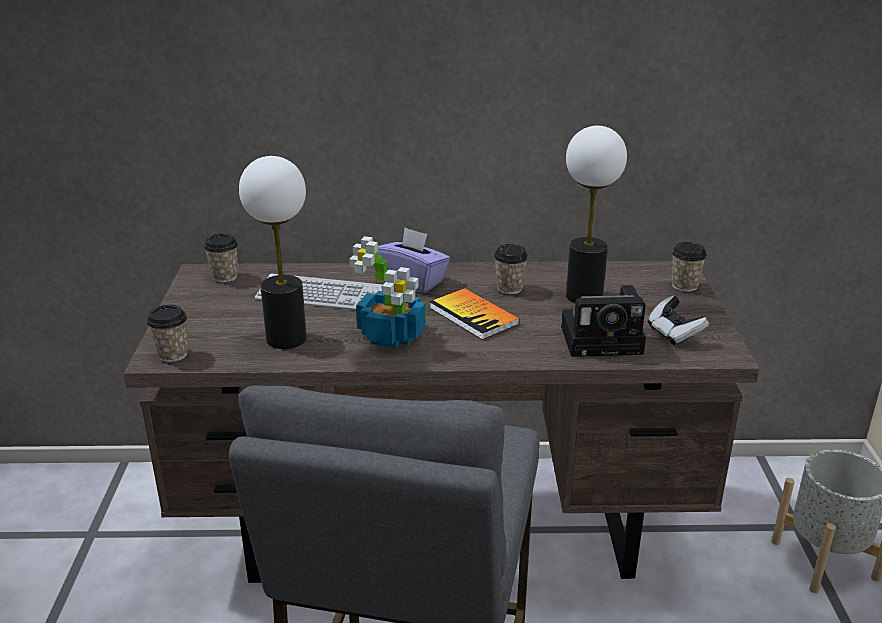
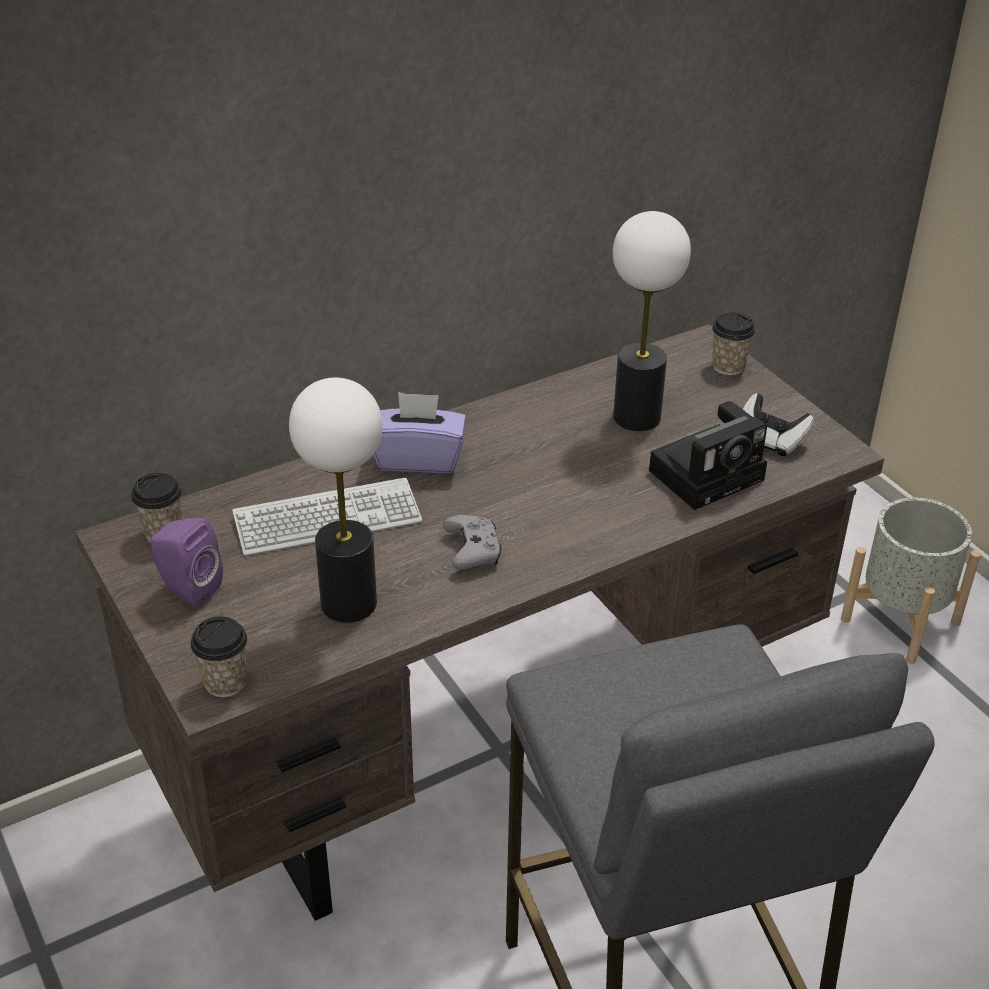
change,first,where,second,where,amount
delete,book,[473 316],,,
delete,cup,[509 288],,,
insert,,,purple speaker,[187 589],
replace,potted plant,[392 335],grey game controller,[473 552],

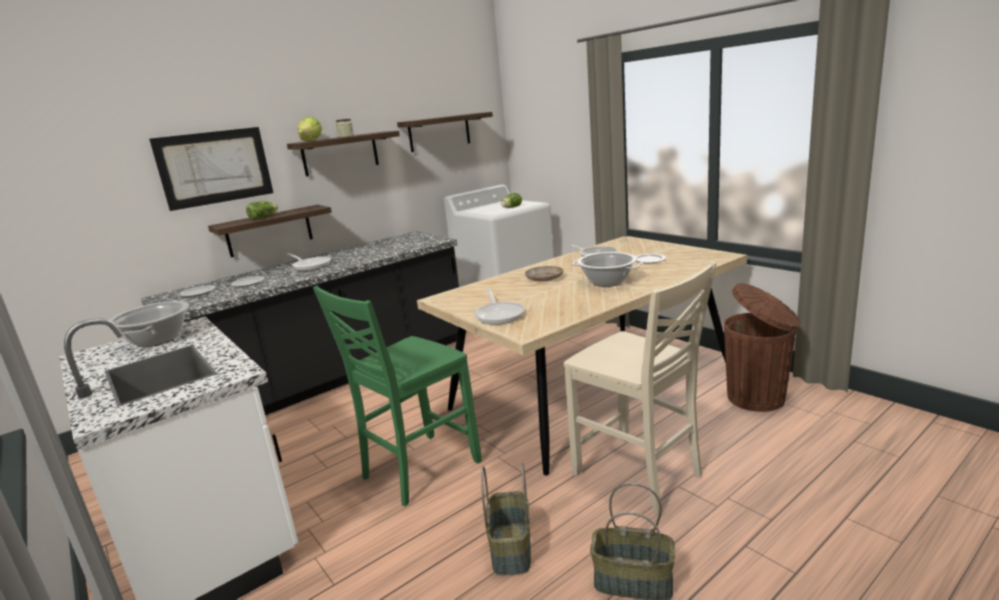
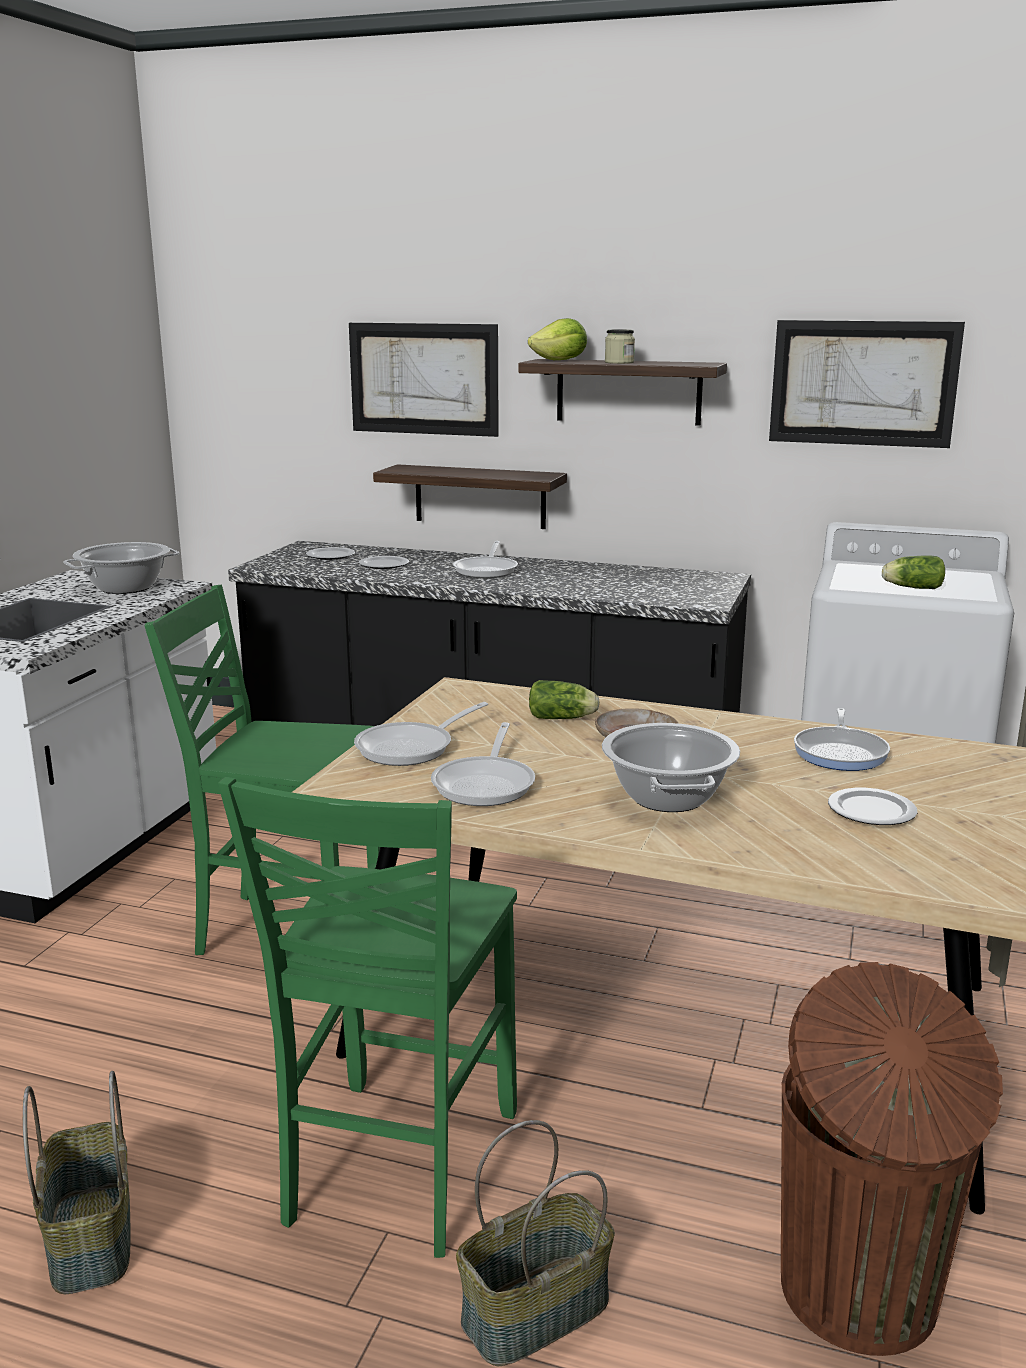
change,first,where,second,where,amount
insert,,,frying pan,[486 784],
move,lettuce,[264 217],,[563 718],
move,basket,[512 549],,[535 1314],
replace,shelf,[439 132],picture,[863 383],
recolor,beige chair,[639 475],green chair,[396 1168],

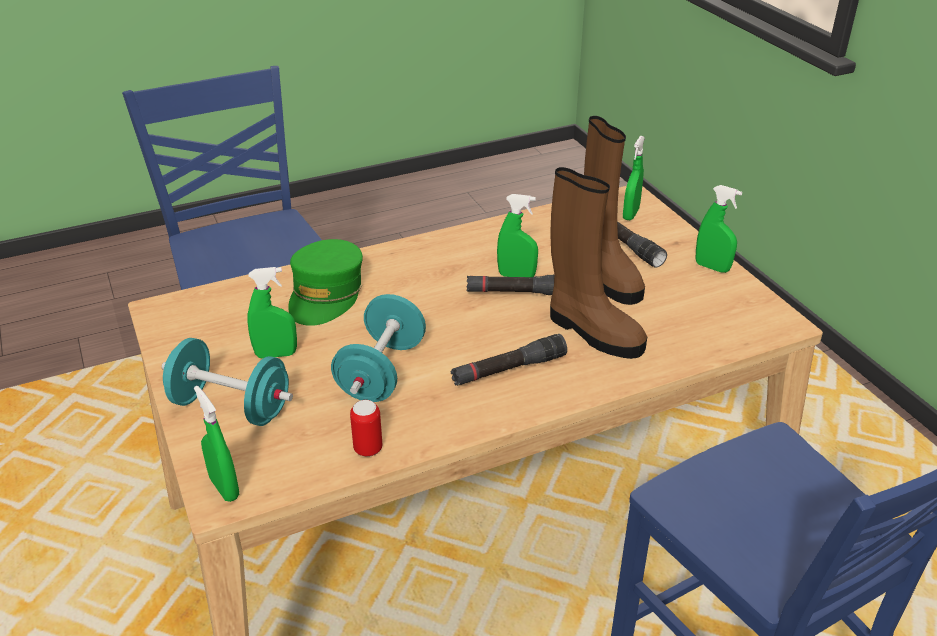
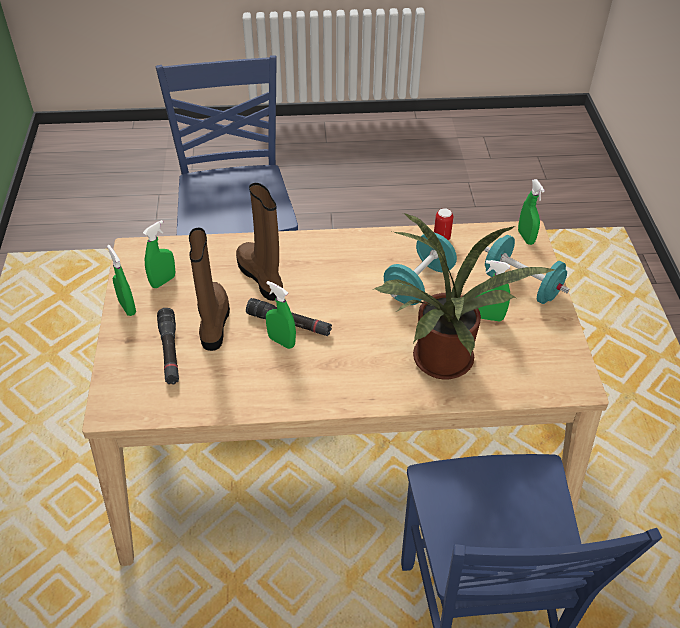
change,first,where,second,where,amount
delete,black flashlight,[508 369],,,
move,green spray bottle,[630 214],,[163 281],
replace,green cap,[326 294],potted plant,[441 364],

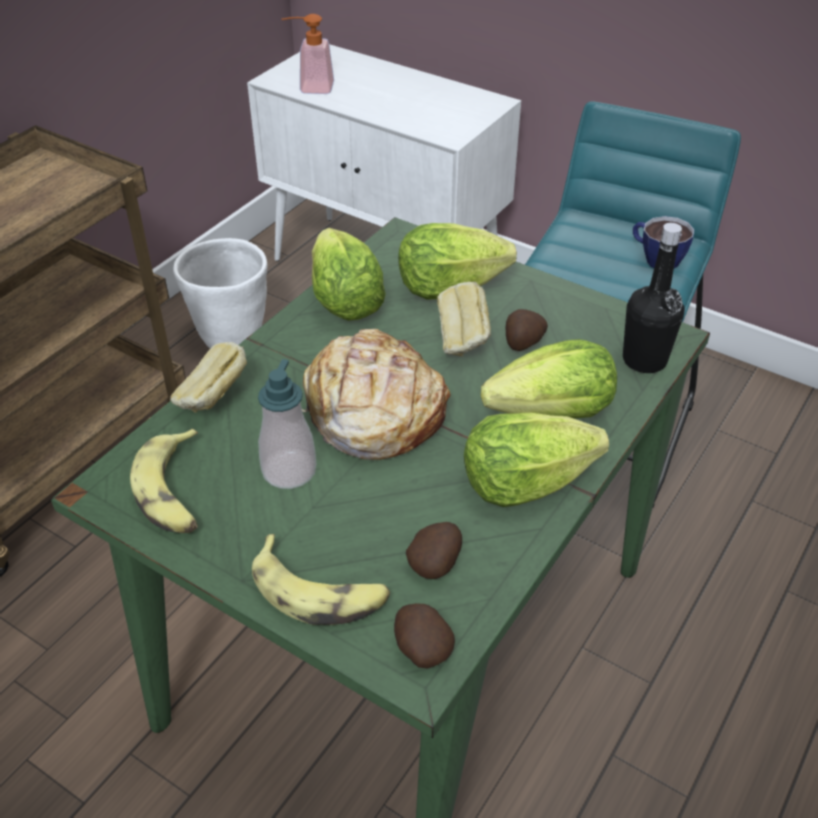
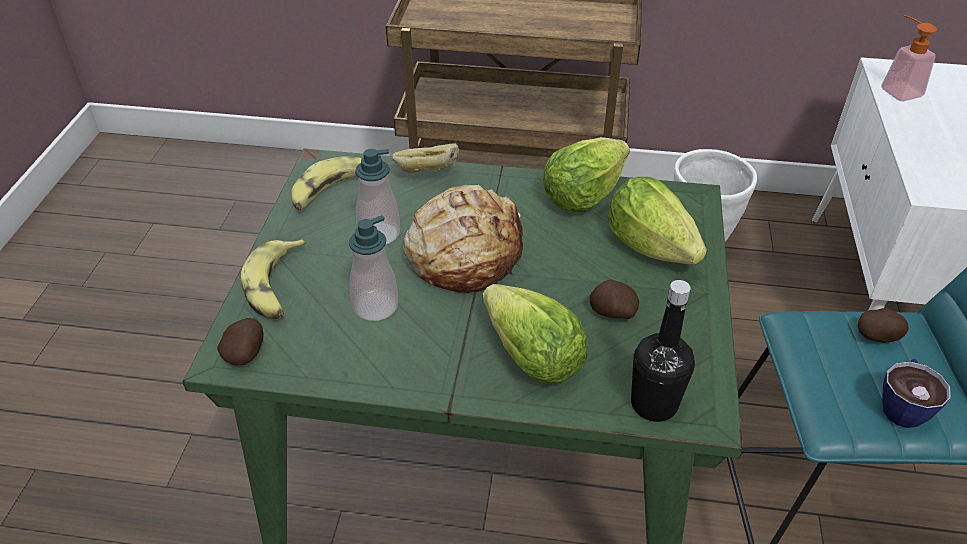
change,first,where,second,where,amount
delete,bread,[462 341],,,
delete,lettuce,[524 483],,,
insert,,,soap dispenser,[375 306],
move,potato,[436 563],,[877 337],

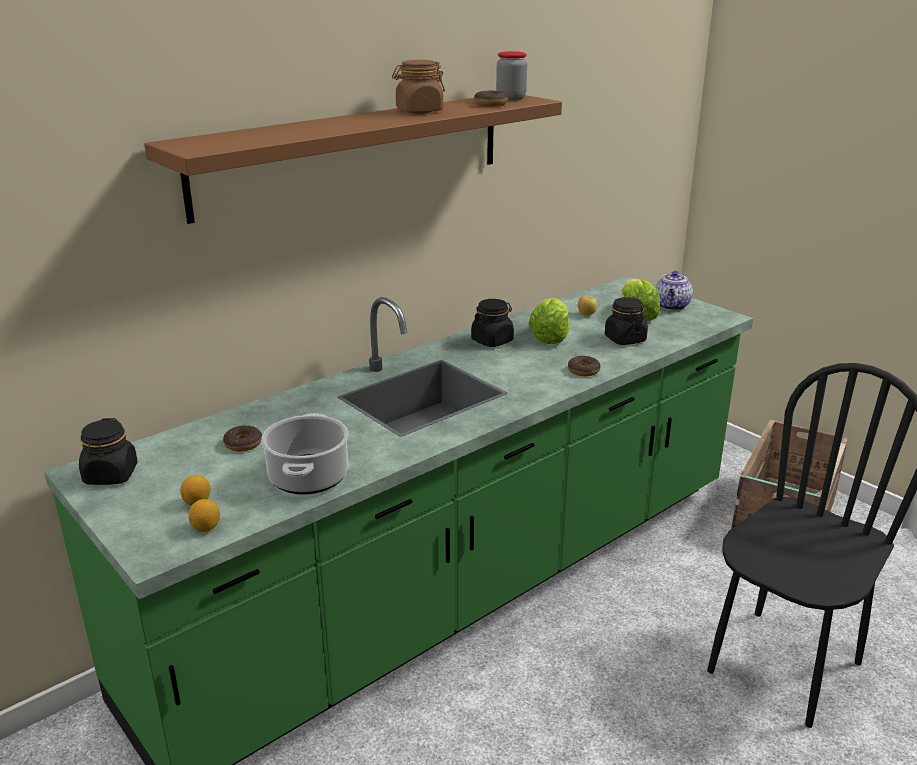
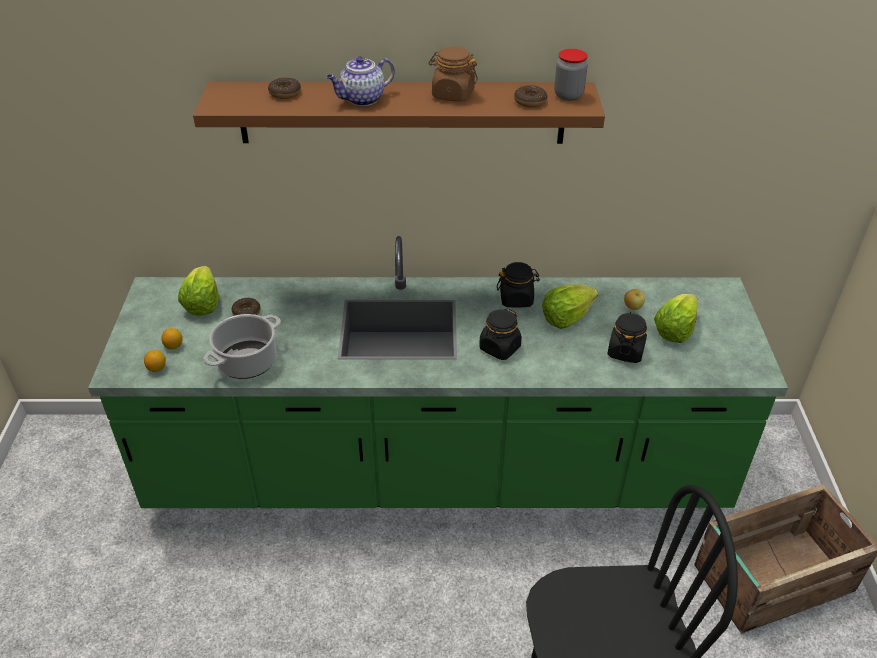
change,first,where,second,where,amount
insert,,,lettuce,[203 304],
move,black jar,[111 475],,[499 348],
move,donut,[583 371],,[285 93],
move,teapot,[672 306],,[362 99],

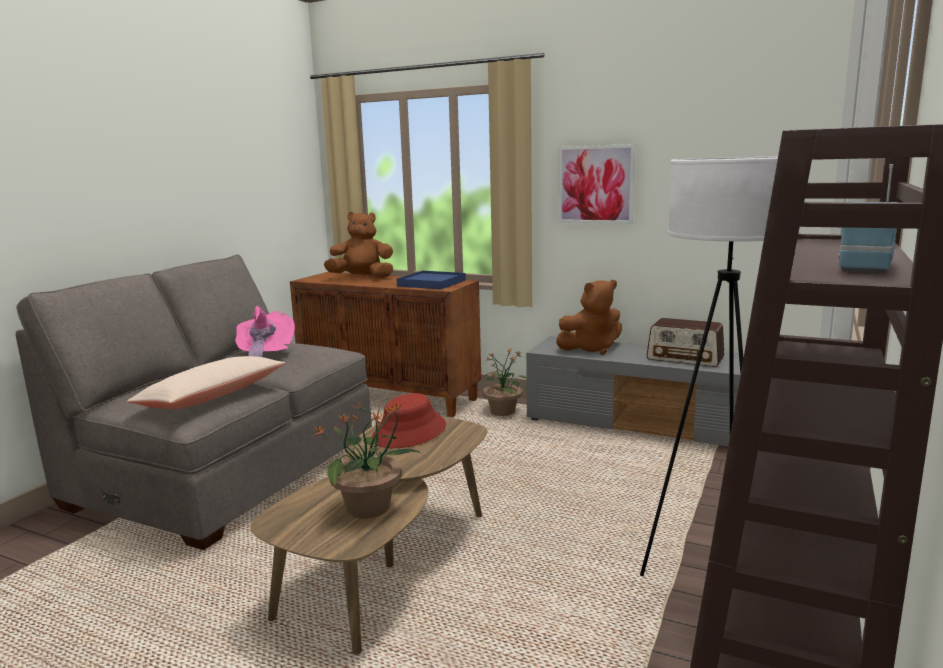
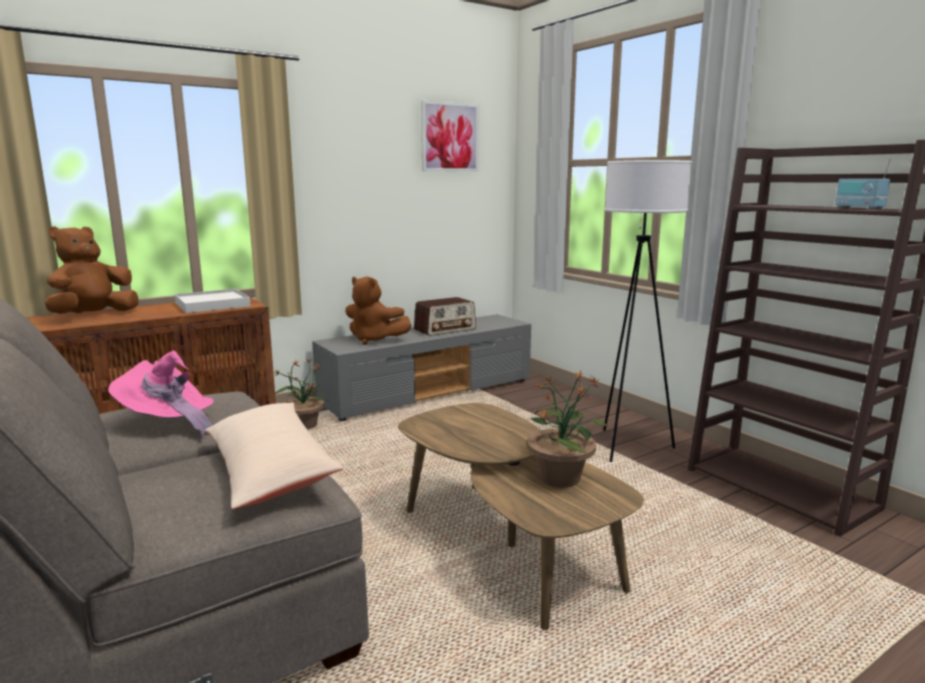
change,first,where,second,where,amount
delete,red hat,[409 432],,,
move,picture,[596 184],,[449 137],
recolor,blue tray,[432 283],white tray,[212 304],
rotate,brown plush toy,[591 349],,[374 340],105 degrees clockwise

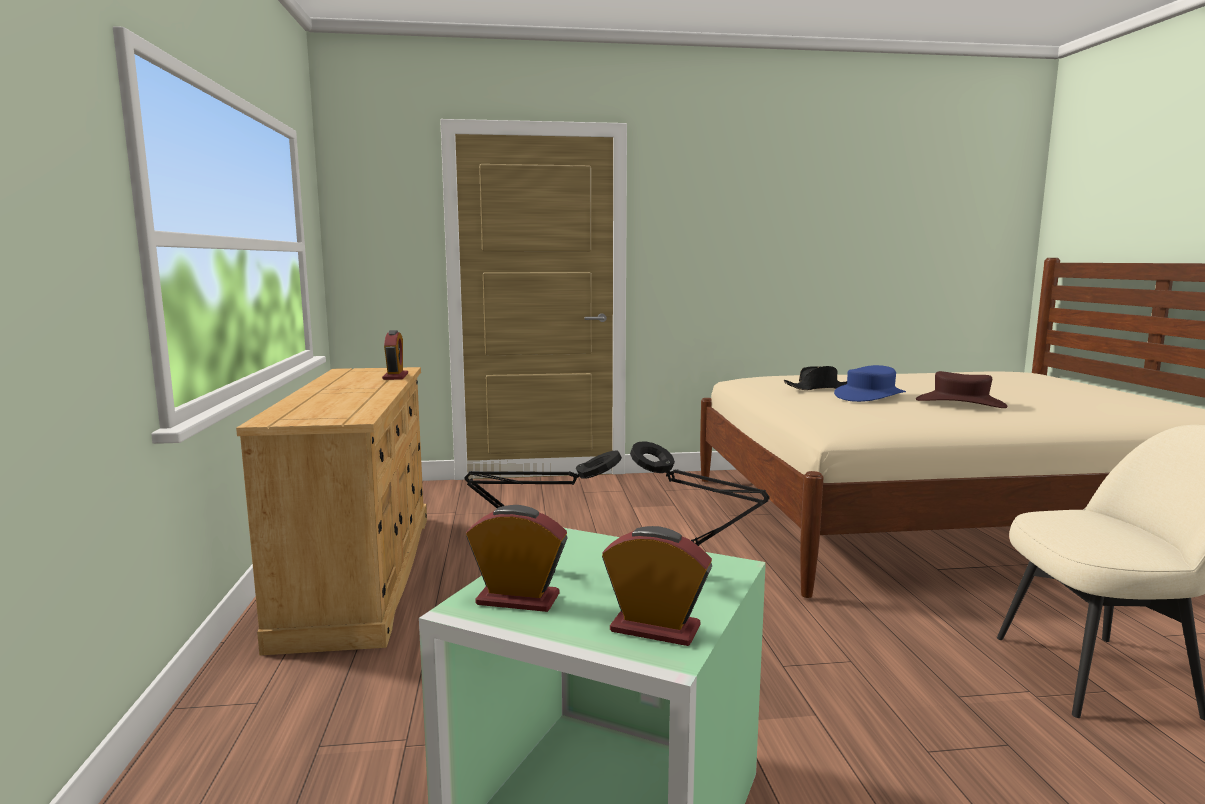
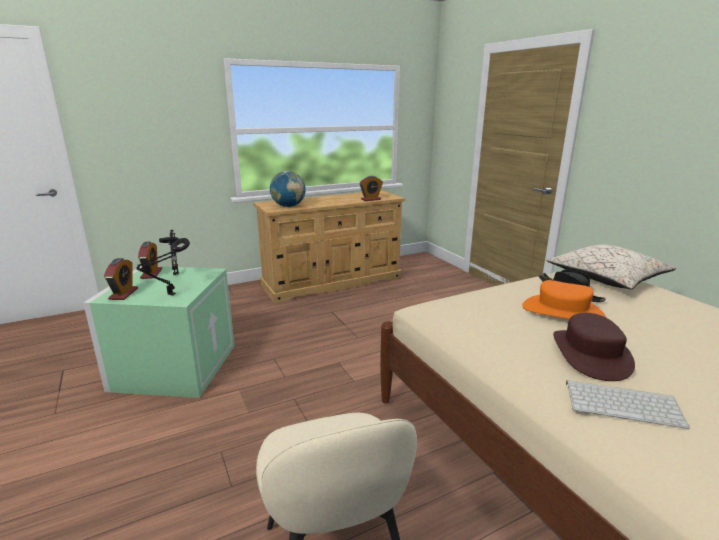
change,first,where,second,where,amount
insert,,,globe,[288 206],
insert,,,beige pillow,[607 278],
insert,,,keyboard,[624 403],
recolor,blue hat,[870 396],orange hat,[562 312],

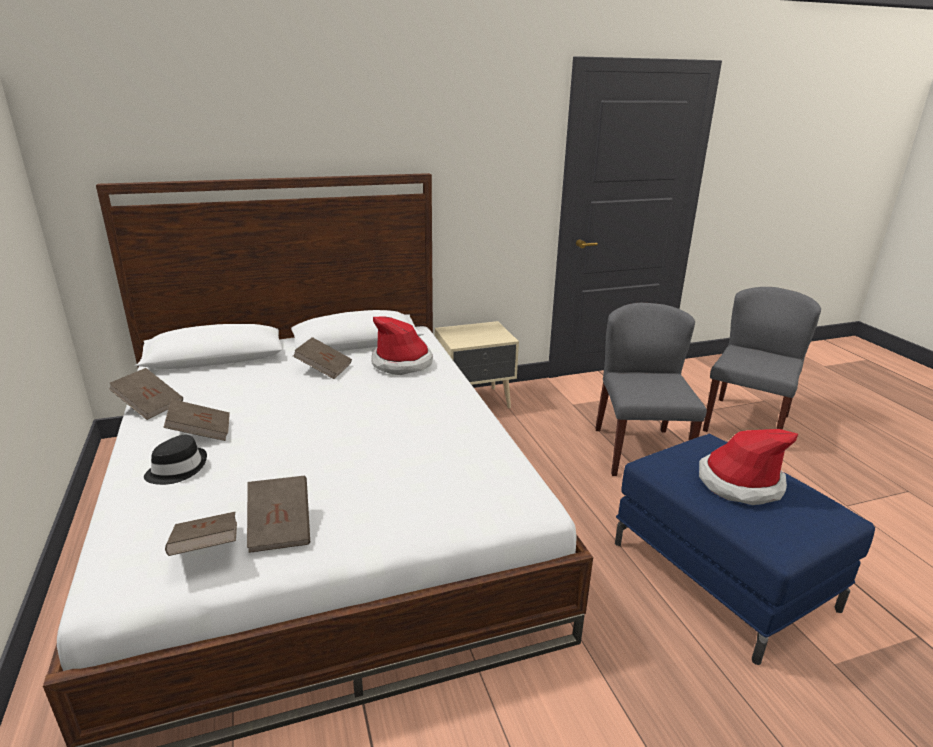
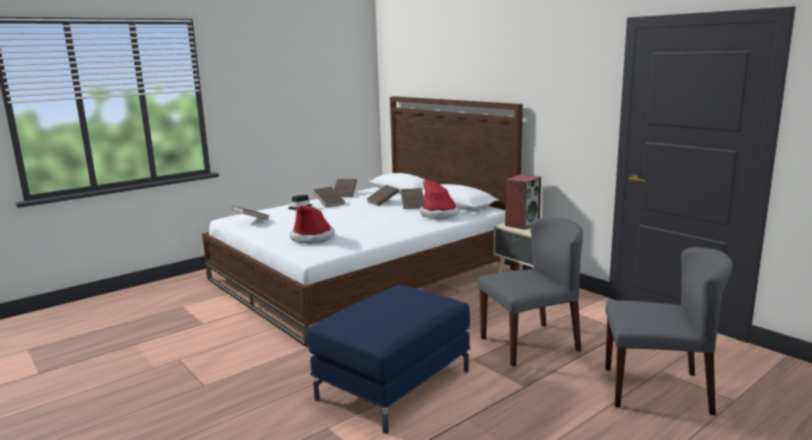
change,first,where,second,where,amount
insert,,,speaker,[522 224],
move,brown book,[280 528],,[383 202],
move,hat,[739 483],,[312 238],

